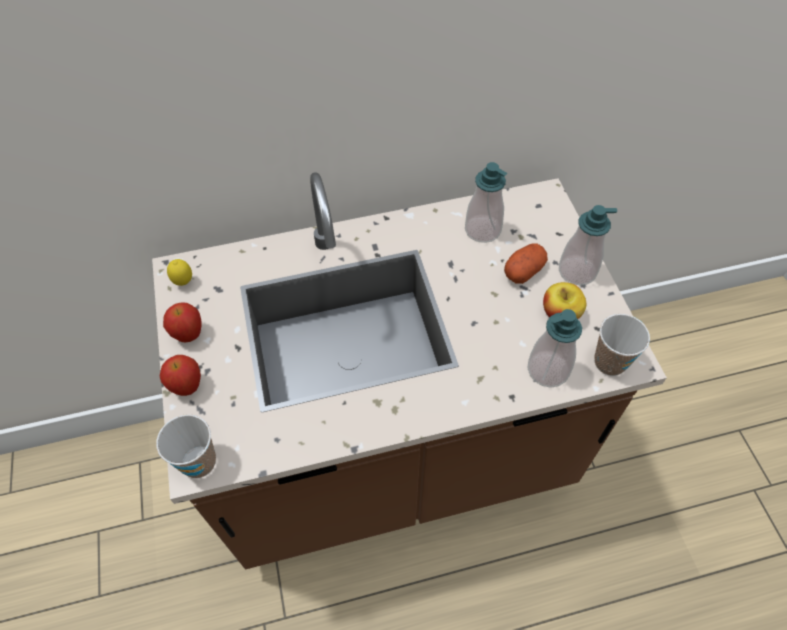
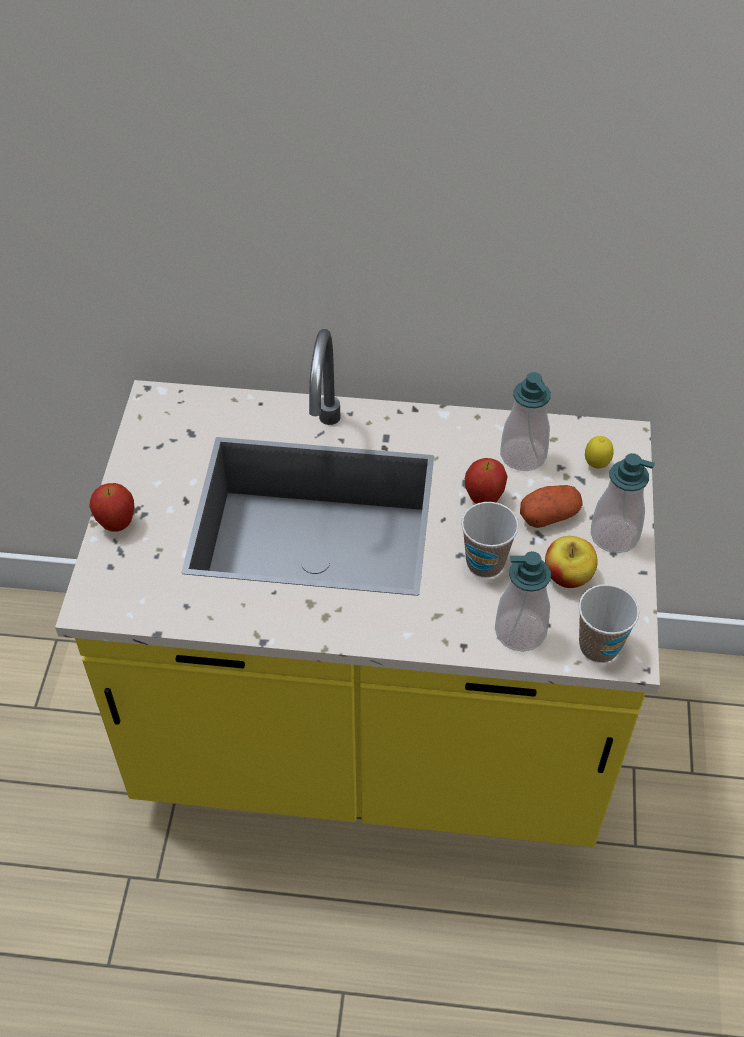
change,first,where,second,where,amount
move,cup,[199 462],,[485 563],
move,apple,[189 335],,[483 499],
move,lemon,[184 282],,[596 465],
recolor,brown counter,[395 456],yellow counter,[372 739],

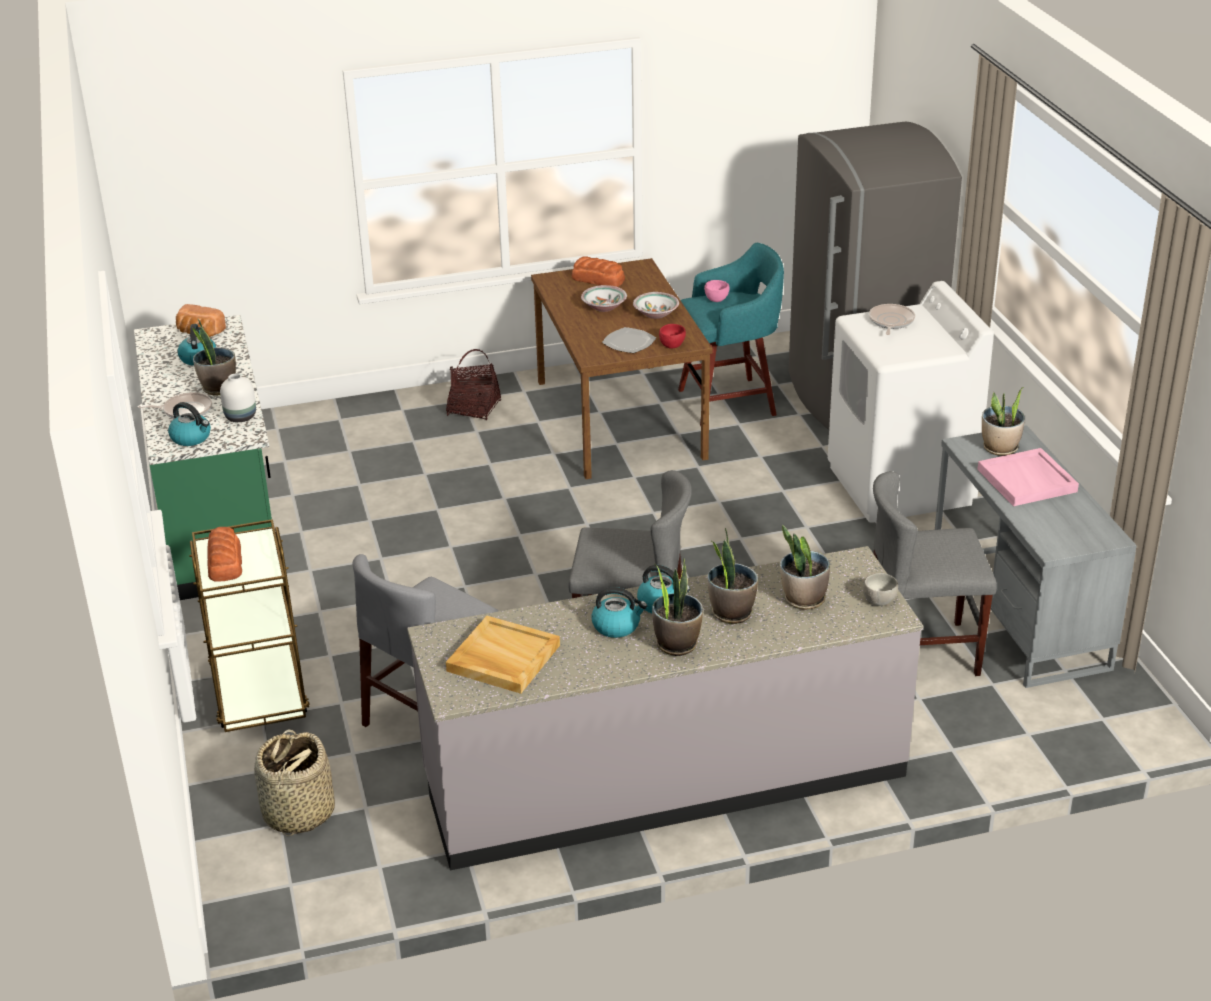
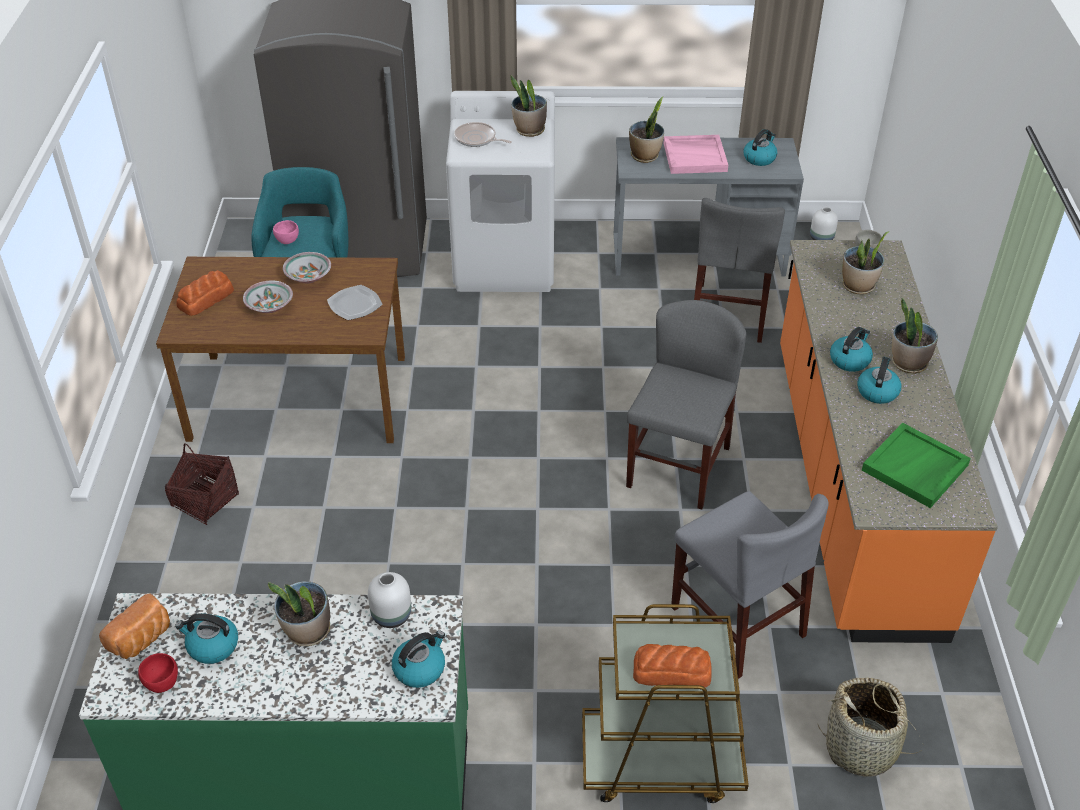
change,first,where,second,where,amount
delete,frying pan,[185 411],,,
insert,,,kettle,[759 158],
insert,,,white vase,[821 238],
move,red bowl,[671 345],,[161 683],
move,potted plant,[731 613],,[529 130],
recolor,grey counter,[664 777],orange counter,[852 484],
recolor,beige tray,[502 658],green tray,[915 468],

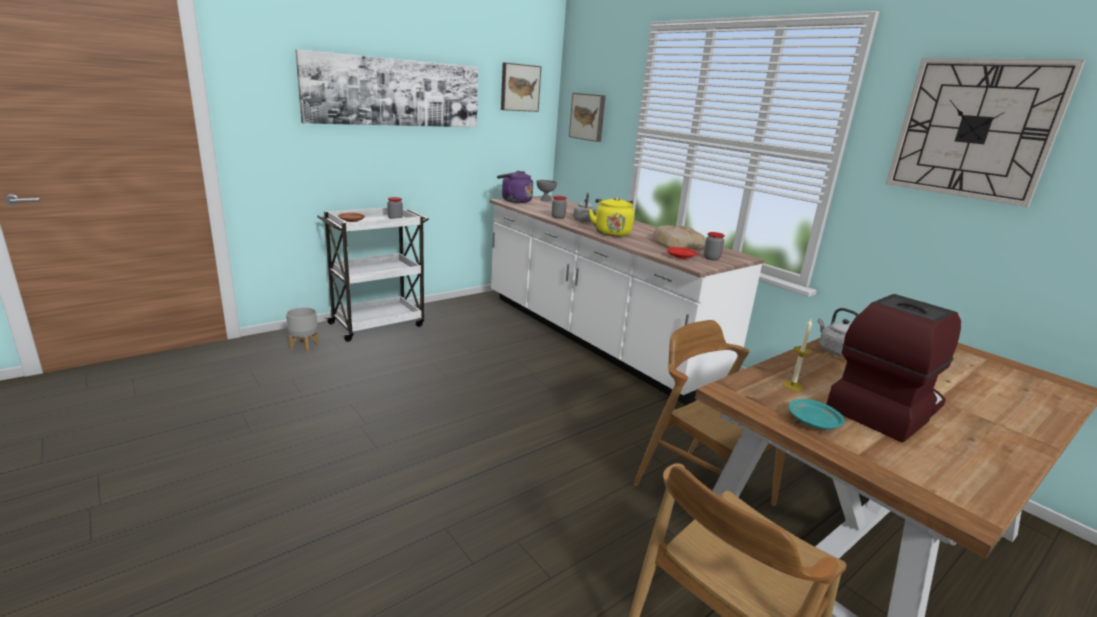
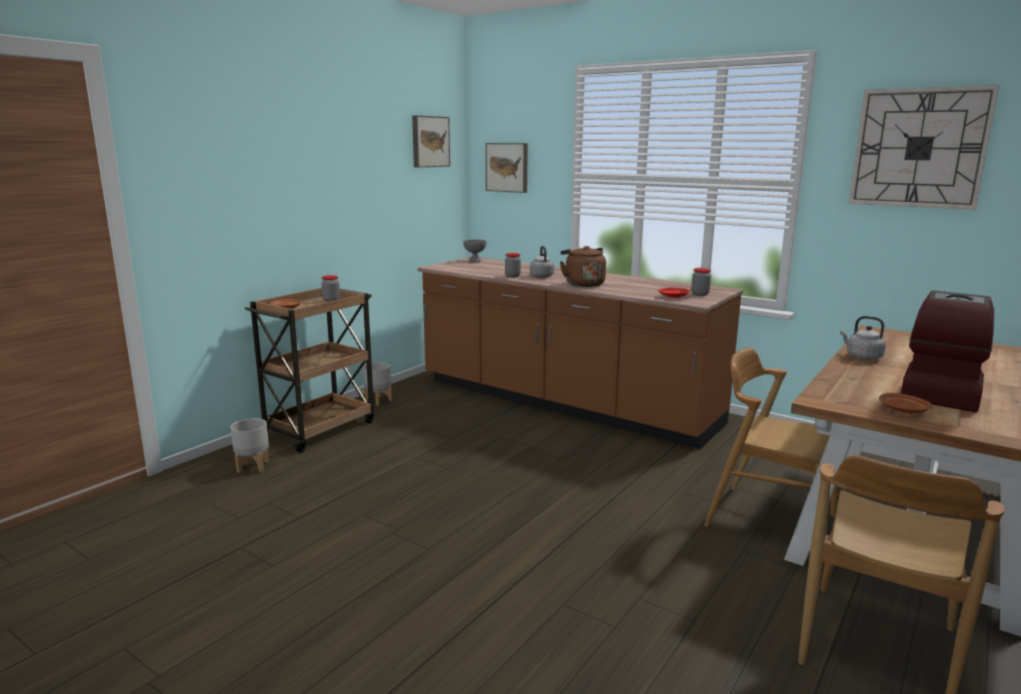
change,first,where,second,where,amount
delete,picture,[395 92],,,
delete,purple kettle,[514 201],,,
delete,bread,[677 243],,,
delete,candle,[793 386],,,
insert,,,grey planter,[378 400],
recolor,white cart,[378 324],brown cart,[320 428],
recolor,white counter,[594 338],brown counter,[564 402],
recolor,yellow kettle,[611 233],brown kettle,[583 284],
recolor,turquoise plate,[813 422],brown plate,[903 410],

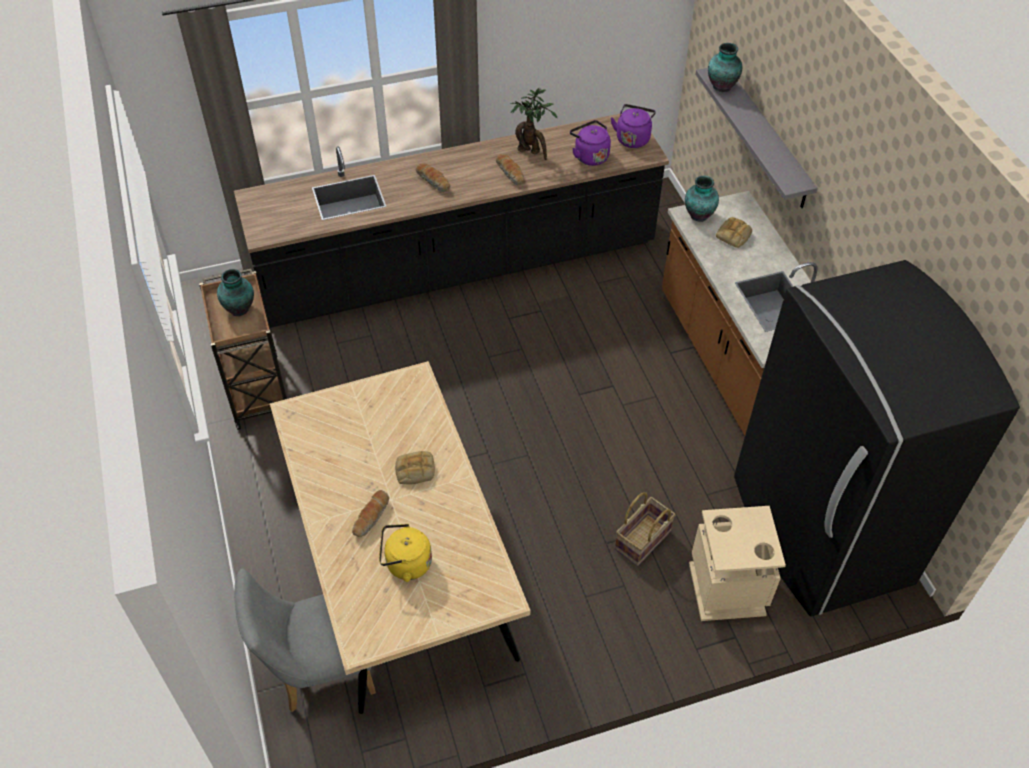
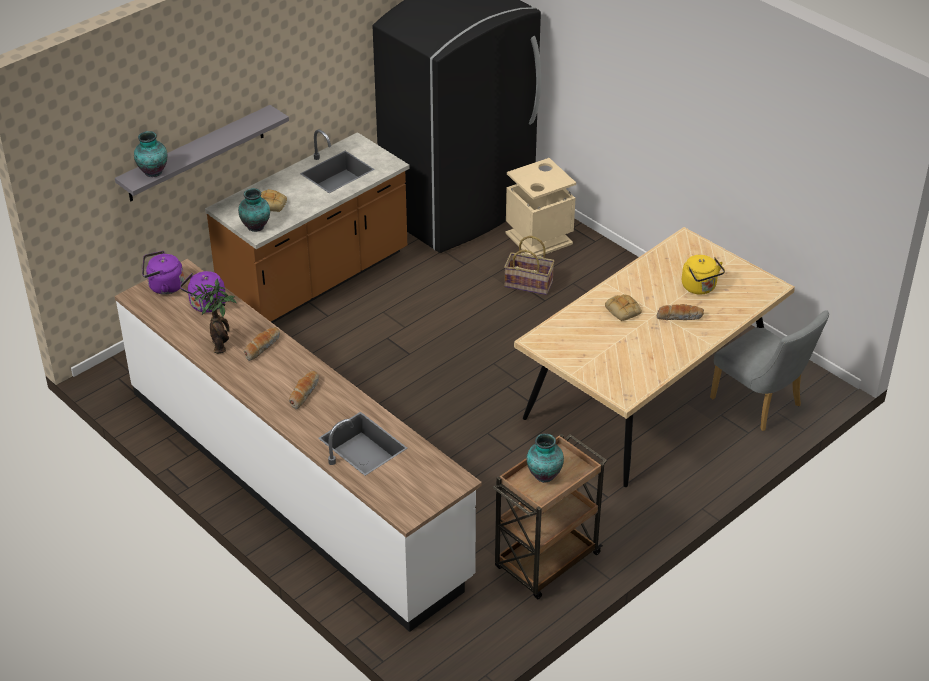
change,first,where,second,where,amount
recolor,black counter,[458 268],white counter,[296 482],

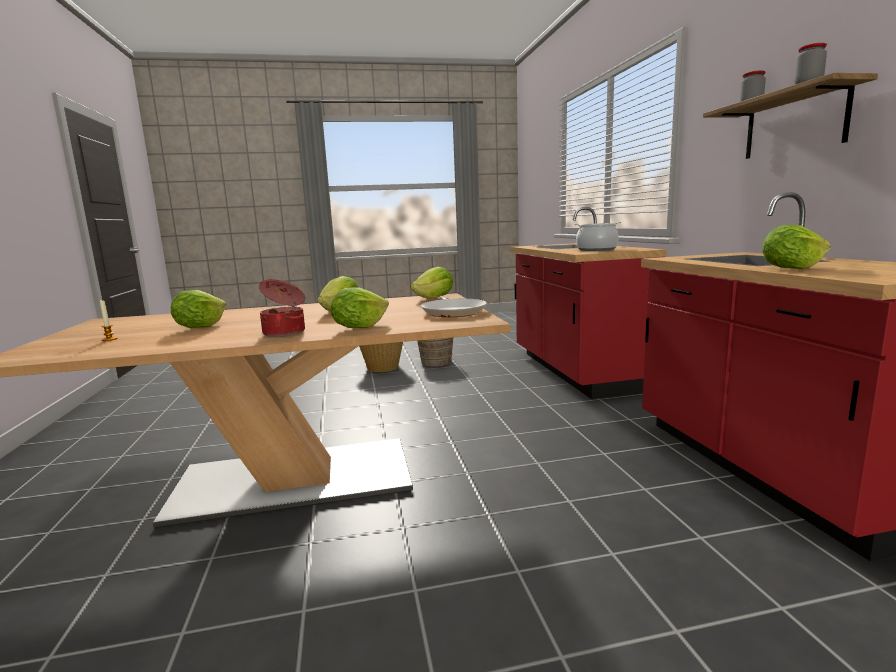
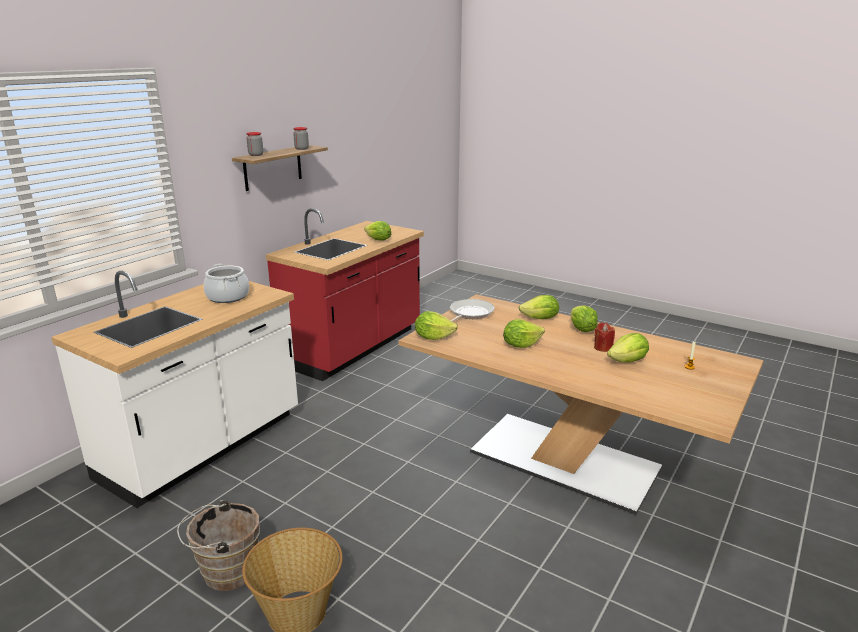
change,first,where,second,where,amount
insert,,,red candle,[603 348],
replace,cooking pot,[285 332],lettuce,[581 329],
recolor,red counter,[575 371],white counter,[203 447],

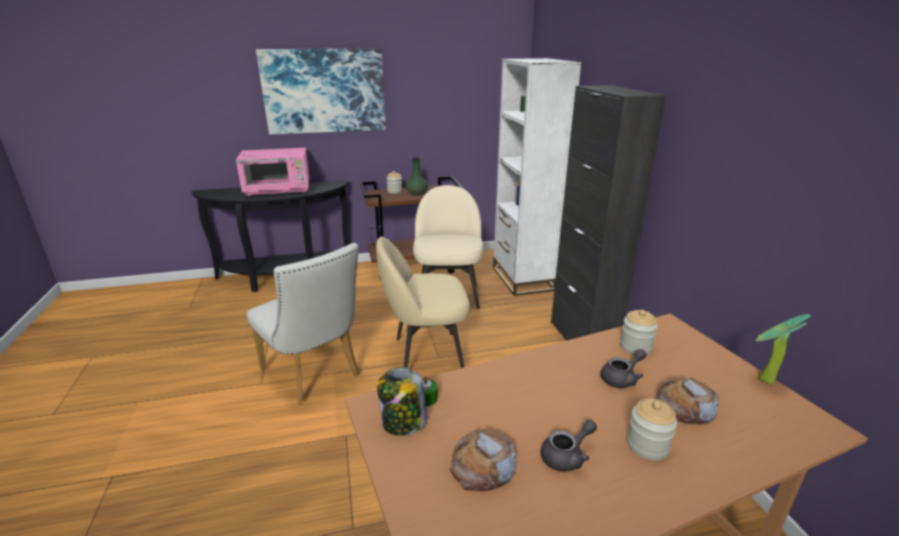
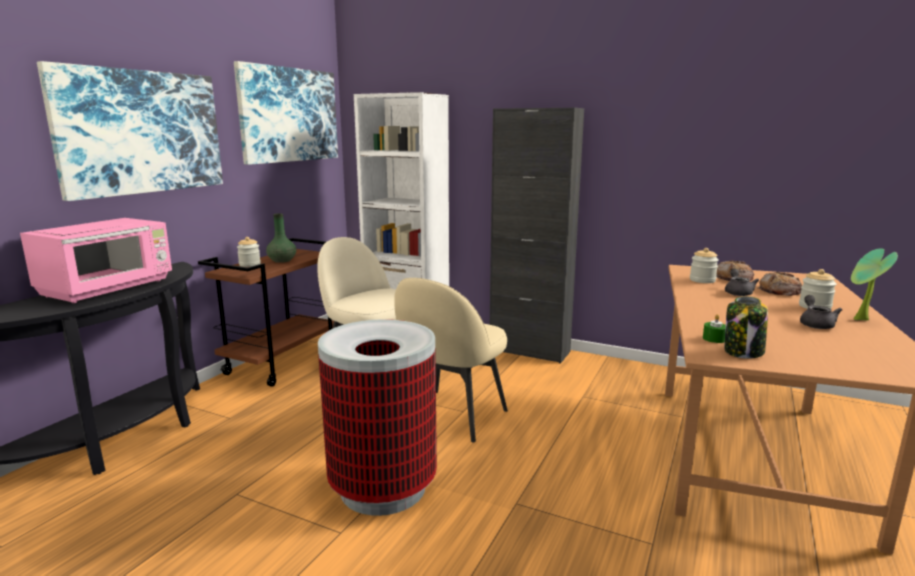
change,first,where,second,where,amount
insert,,,picture,[289 115],
move,bread,[483 465],,[733 277],
move,potted plant,[763 381],,[860 320],
replace,white chair,[315 375],trash can,[383 488],

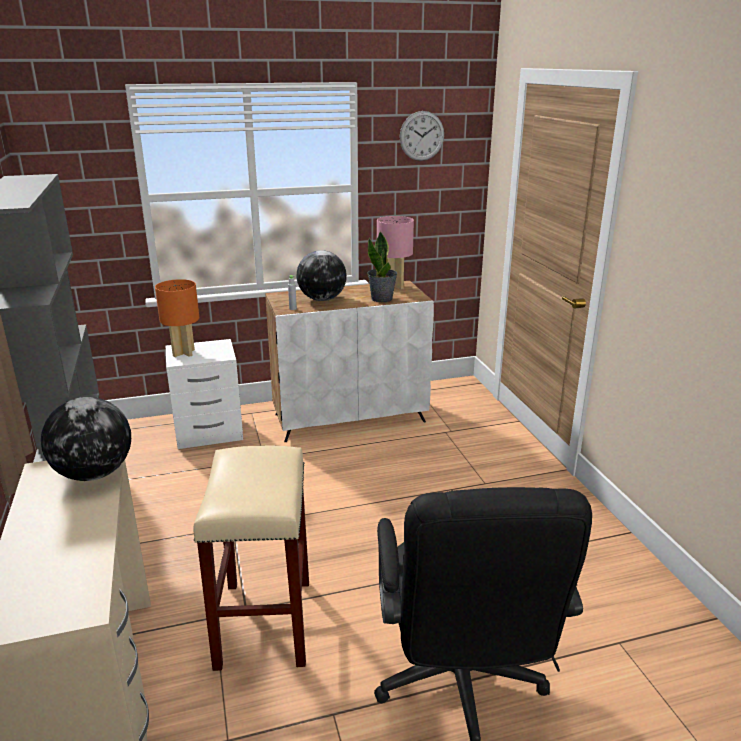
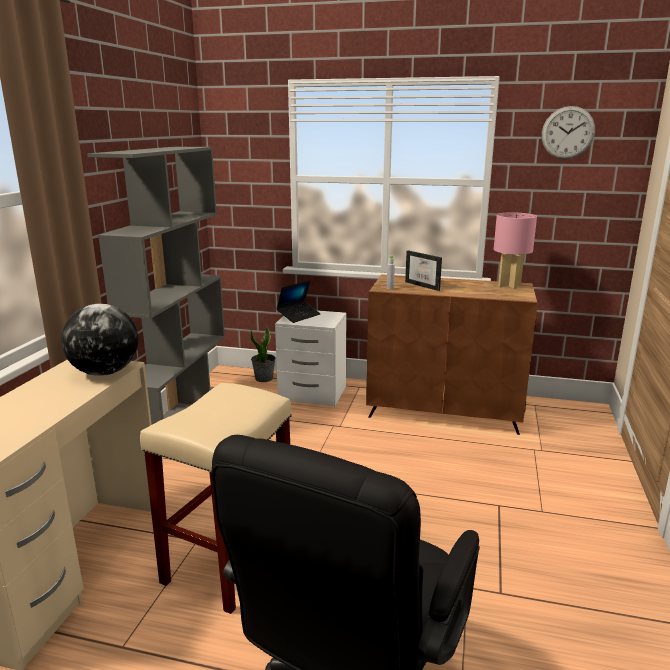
change,first,where,second,where,amount
move,potted plant,[382 298],,[264 378],
replace,orange table lamp,[184 353],laptop,[298 316],
replace,globe,[322 299],picture frame,[425 285],
recolor,white cabinet,[350 417],brown cabinet,[445 412],

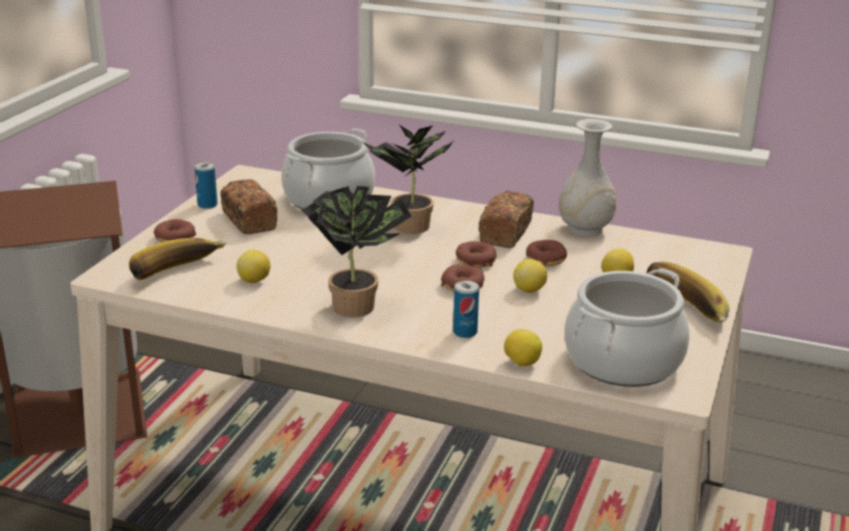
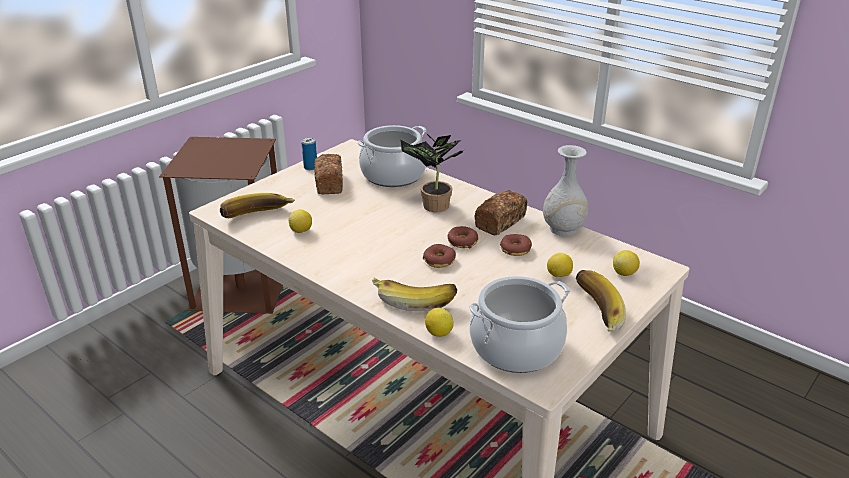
change,first,where,second,where,amount
delete,donut,[175 238],,,
delete,potted plant,[359 305],,,
move,lemon,[529 290],,[624 273],
replace,can,[465 332],banana,[415 299],

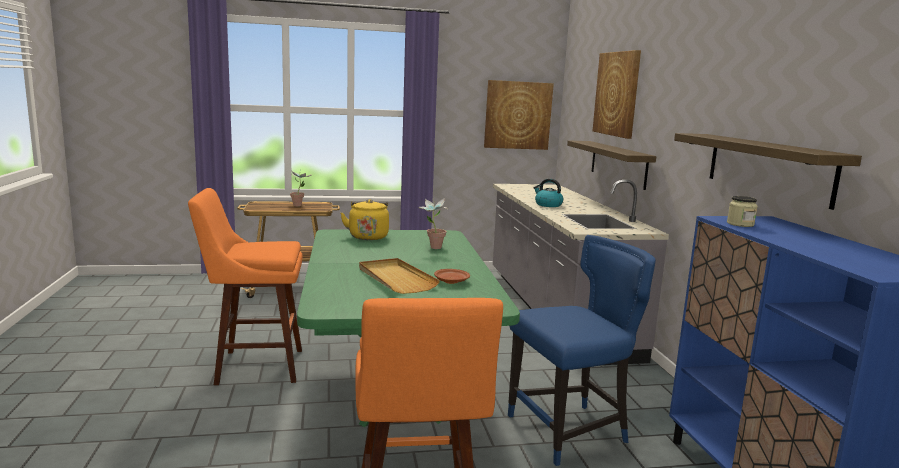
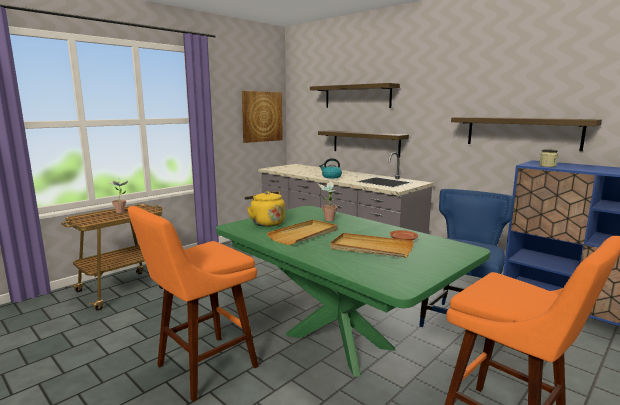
change,first,where,second,where,amount
insert,,,beige tray,[304 234],
replace,picture,[617 94],shelf,[357 96],

